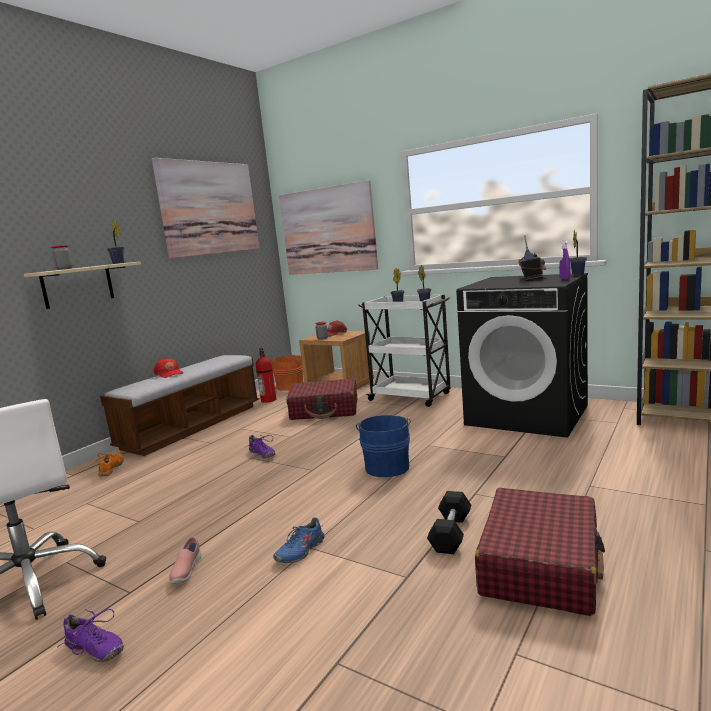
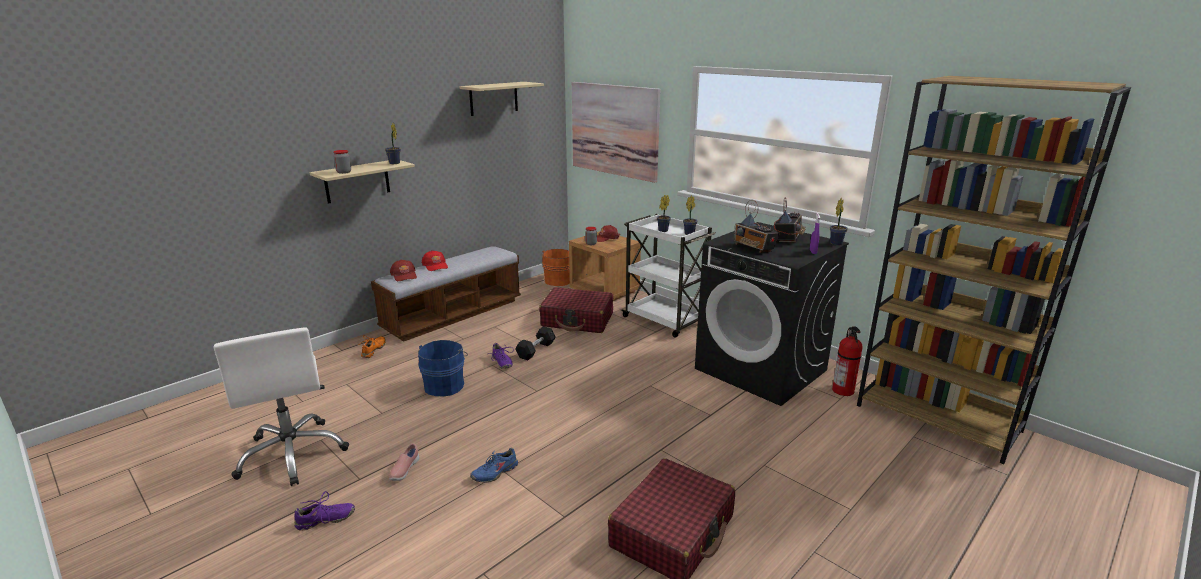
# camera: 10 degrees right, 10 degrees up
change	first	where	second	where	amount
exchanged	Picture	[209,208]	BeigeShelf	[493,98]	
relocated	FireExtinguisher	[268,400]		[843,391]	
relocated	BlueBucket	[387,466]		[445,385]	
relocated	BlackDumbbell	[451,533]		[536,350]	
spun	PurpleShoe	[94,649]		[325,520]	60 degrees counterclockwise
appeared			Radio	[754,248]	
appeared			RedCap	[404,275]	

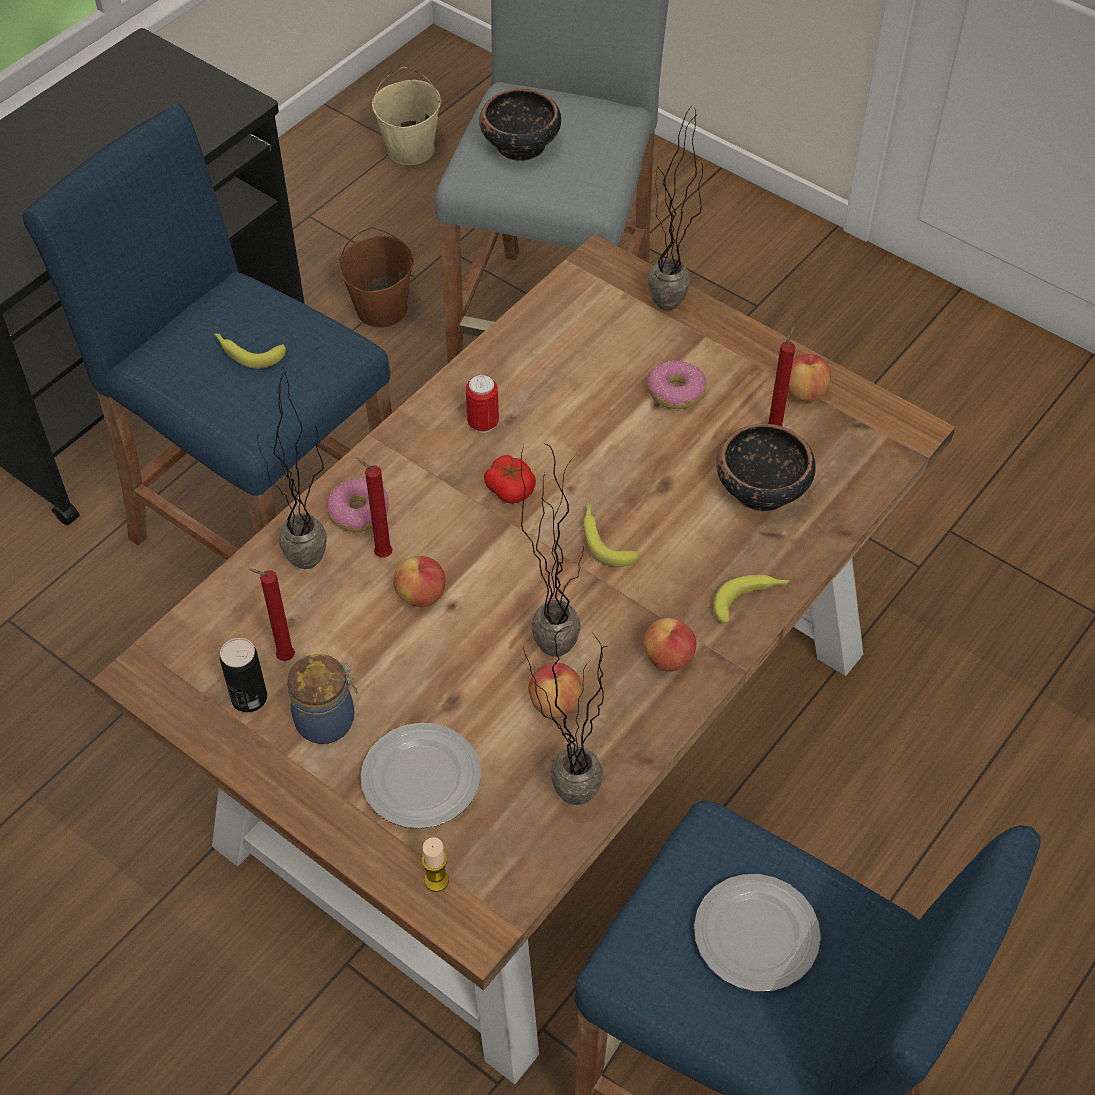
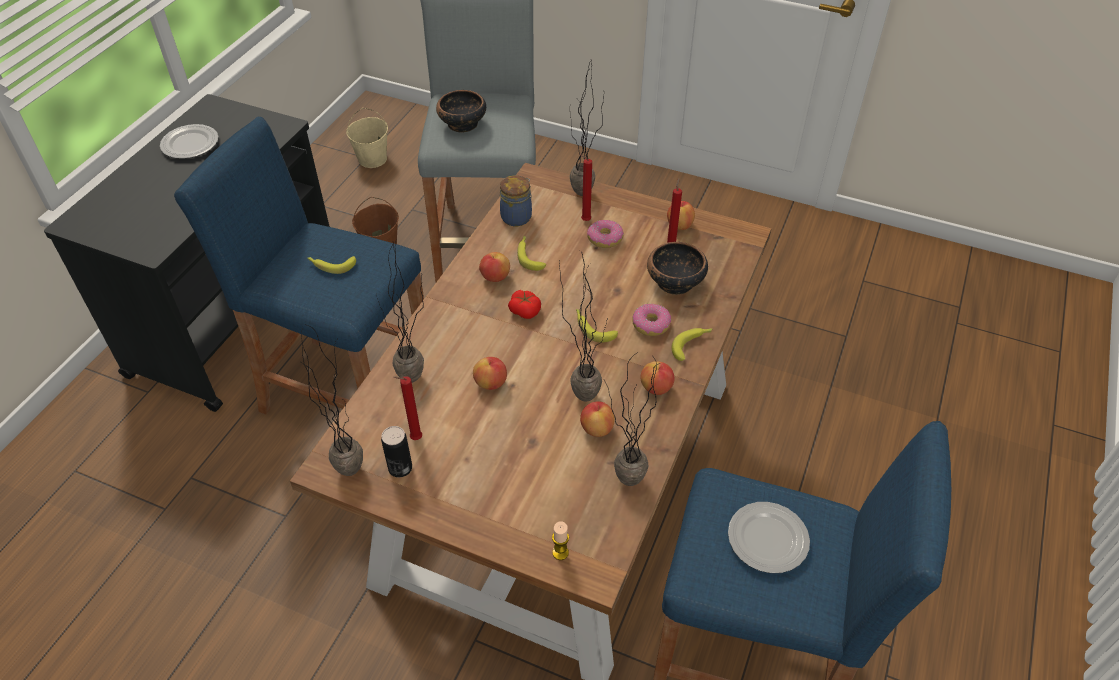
# camera: 15 degrees left, 5 degrees down
change	first	where	second	where	amount
exchanged	Can	[483,423]	Apple	[495,277]	
relocated	RedCandle	[380,554]		[584,220]	
relocated	Donut	[358,513]		[651,325]	
relocated	Jar	[328,720]		[517,217]	
relocated	Plate	[421,777]		[190,144]	
appeared			Banana	[529,256]	
appeared			PottedPlant	[350,461]	

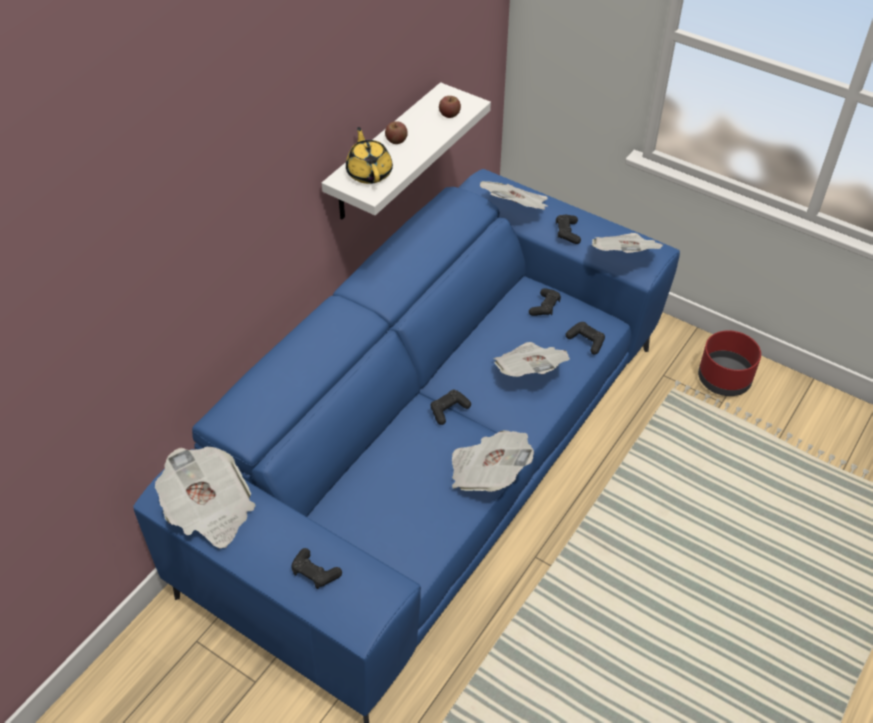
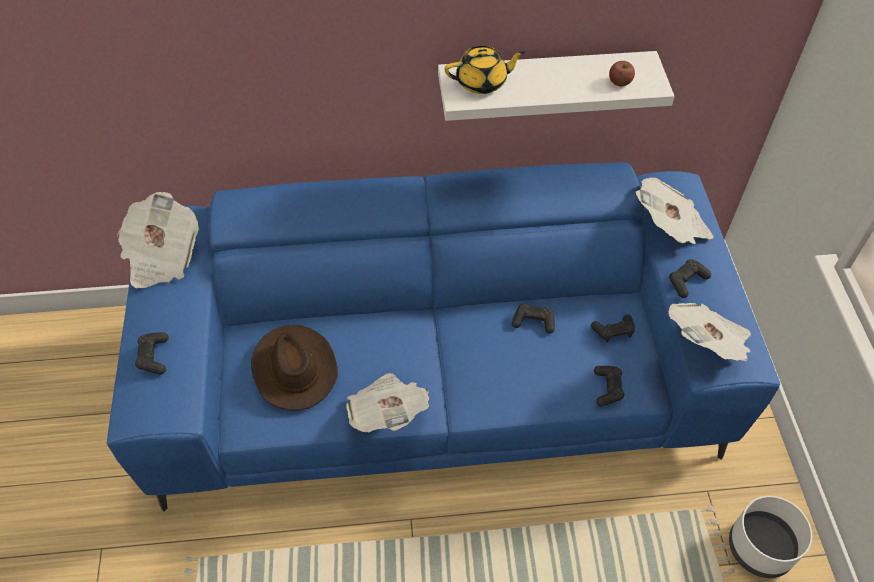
# camera: 50 degrees right, 5 degrees up
change	first	where	second	where	amount
missing	Apple	[396,140]			
spun	YellowTeapot	[369,172]		[482,82]	45 degrees clockwise
colour	RedPlanter	[724,379]	WhitePlanter	[760,548]	
missing	Newspaper	[529,372]			
relocated	BlackGameController	[449,410]		[533,322]	
appeared			BrownHat	[294,369]	

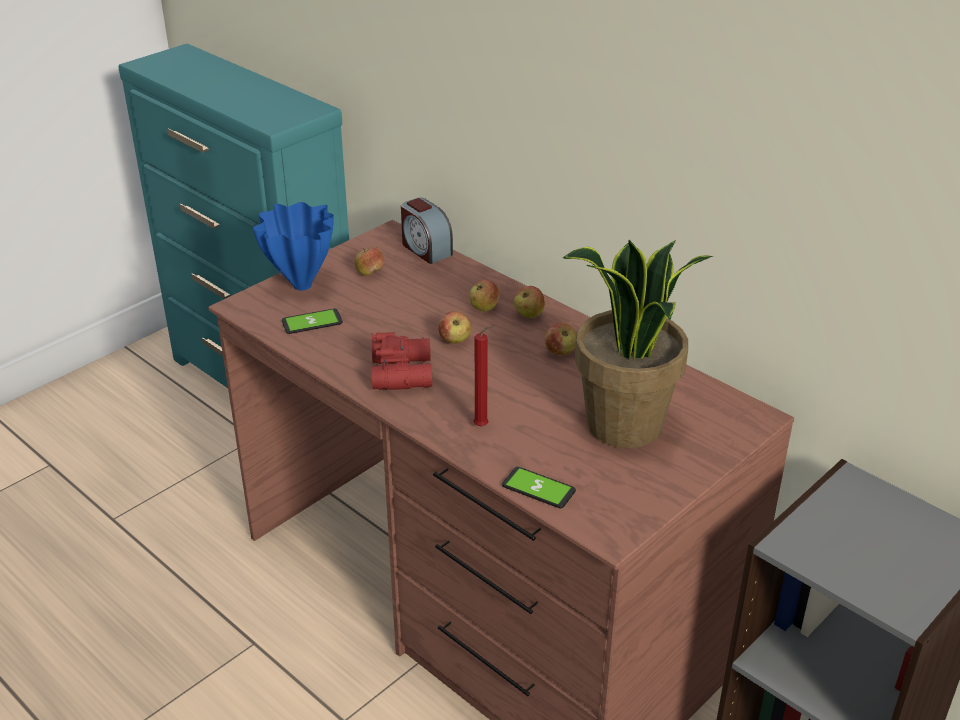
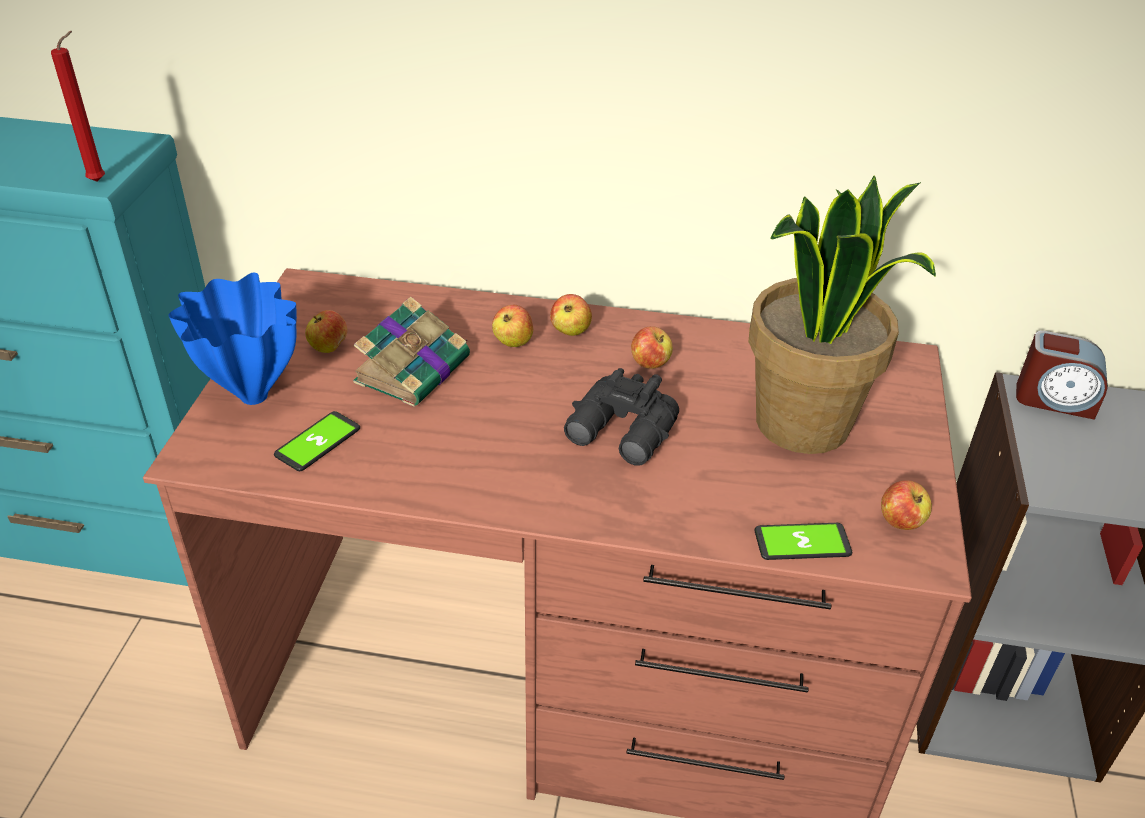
# camera: 35 degrees left, 5 degrees up
change	first	where	second	where	amount
relocated	AlarmClock	[425,249]		[1054,399]	
relocated	Apple	[454,340]		[901,521]	
relocated	RedCandle	[483,426]		[100,180]	
missing	RedBinoculars	[403,372]			
appeared			Book	[414,368]	
appeared			BlackBinoculars	[622,434]	

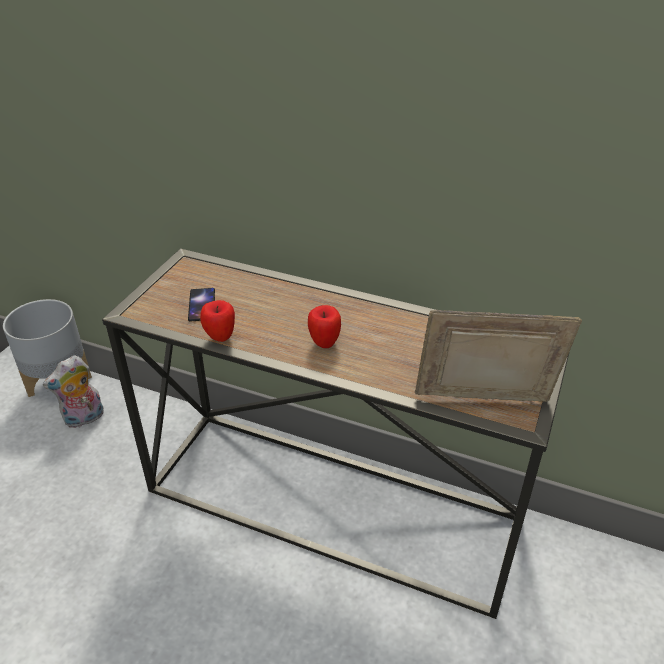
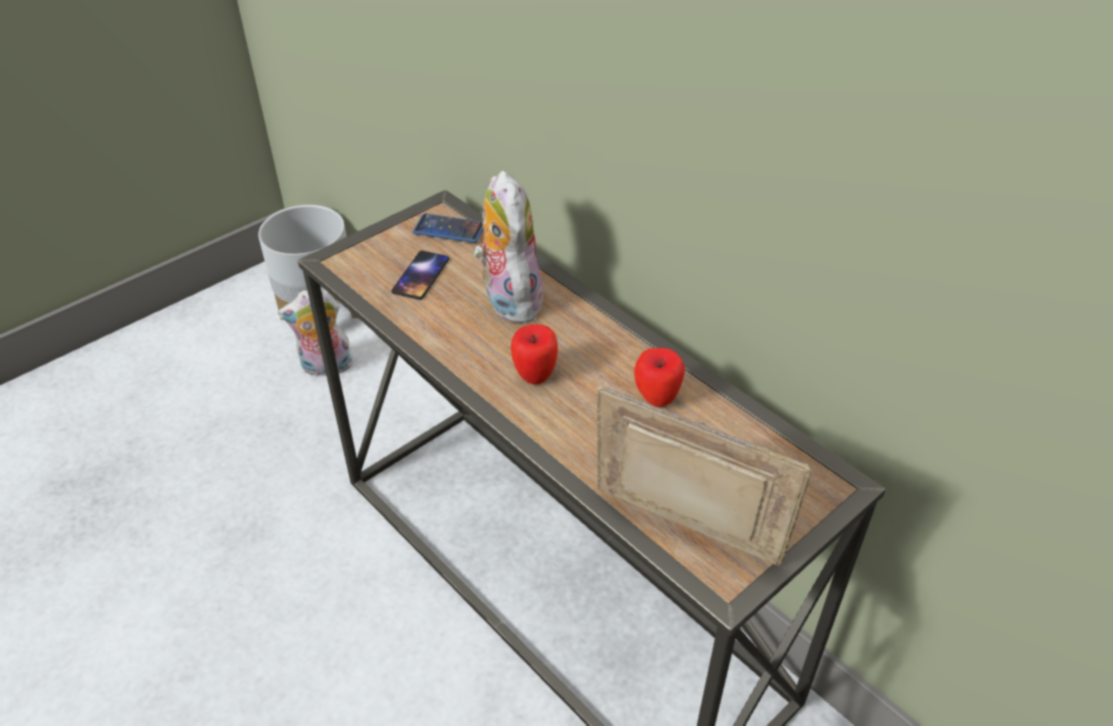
# camera: 25 degrees right, 5 degrees up
change	first	where	second	where	amount
relocated	Apple	[220,338]		[656,399]	
appeared			PlushToy	[508,299]	
appeared			Phone	[449,229]	

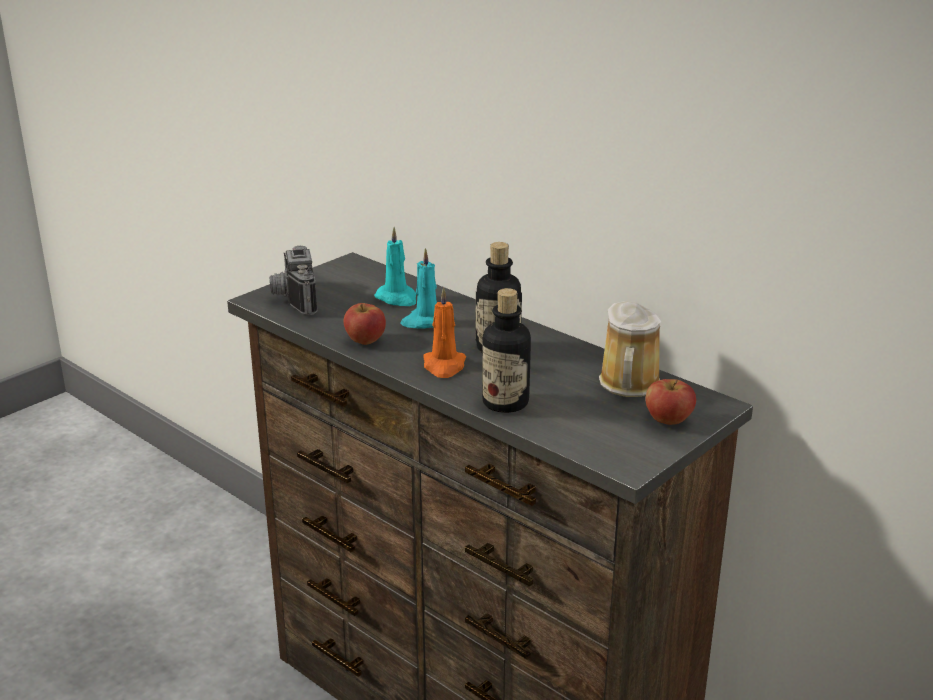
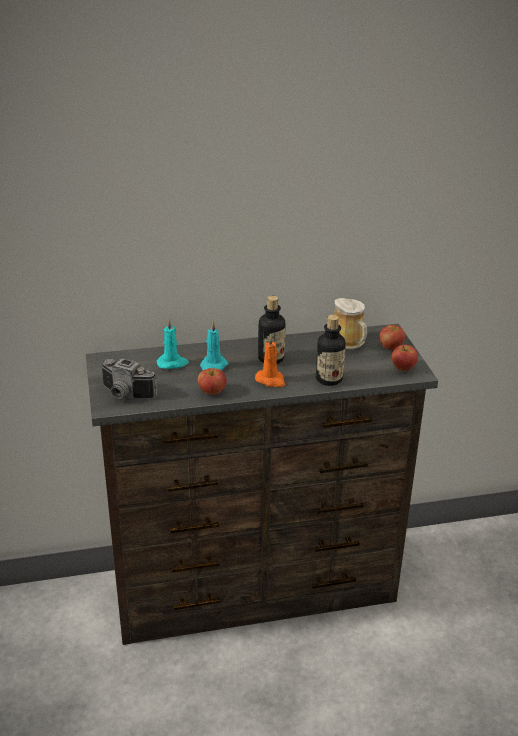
# camera: 55 degrees left, 5 degrees up
change	first	where	second	where	amount
appeared			Apple	[403,368]	

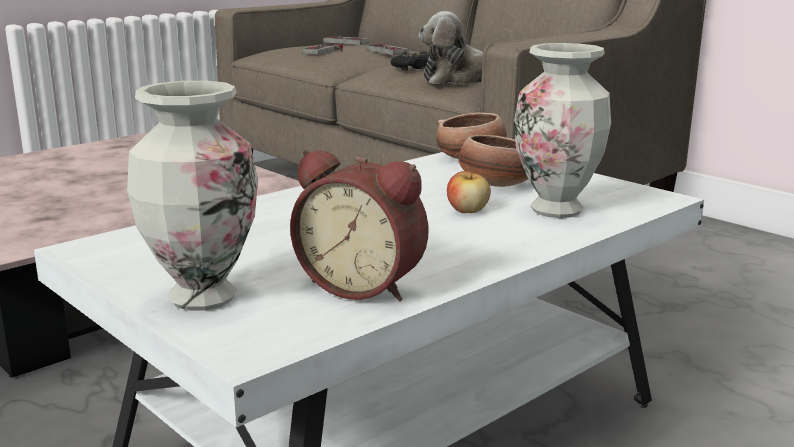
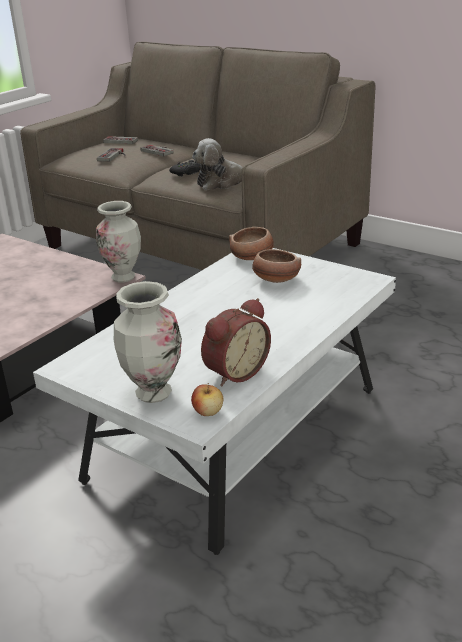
# camera: 10 degrees left, 10 degrees up
change	first	where	second	where	amount
relocated	Vase	[557,210]		[123,277]	
spun	AlarmClock	[364,286]		[234,372]	60 degrees counterclockwise
relocated	Apple	[468,211]		[208,412]	

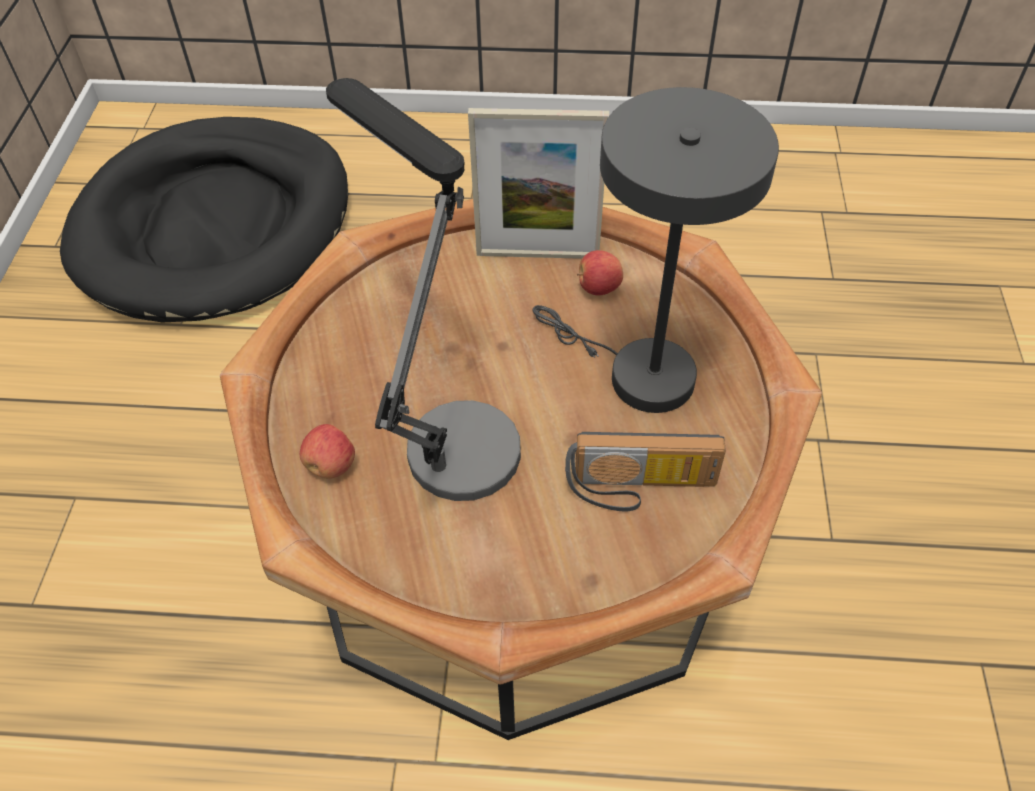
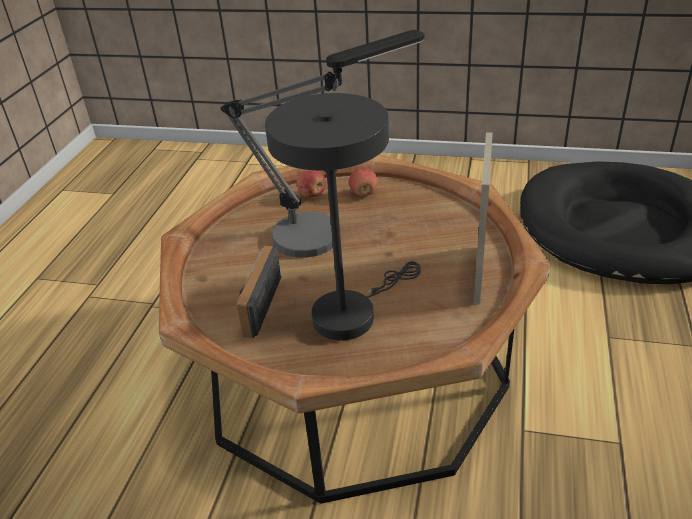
# camera: 100 degrees right, 15 degrees down
change	first	where	second	where	amount
relocated	Apple	[598,287]		[363,193]	

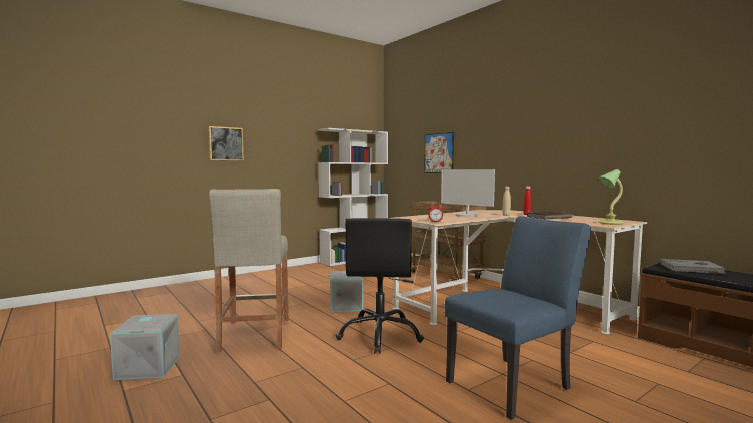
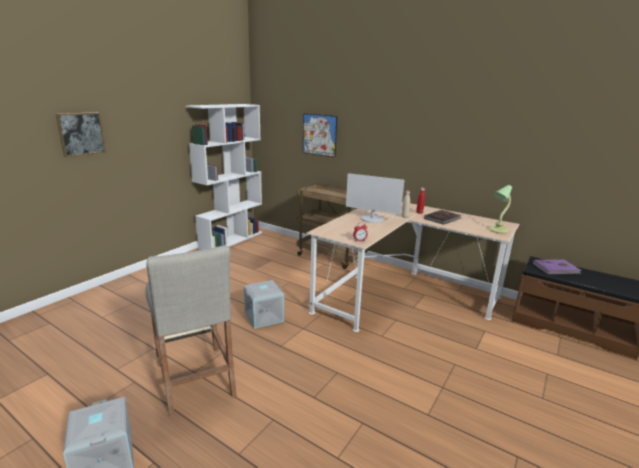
# camera: 20 degrees left, 15 degrees up
change	first	where	second	where	amount
missing	BlueChair	[514,383]			
missing	BlackOfficeChair	[380,335]			
colour	GreyBook	[692,269]	PurpleBook	[556,269]	

